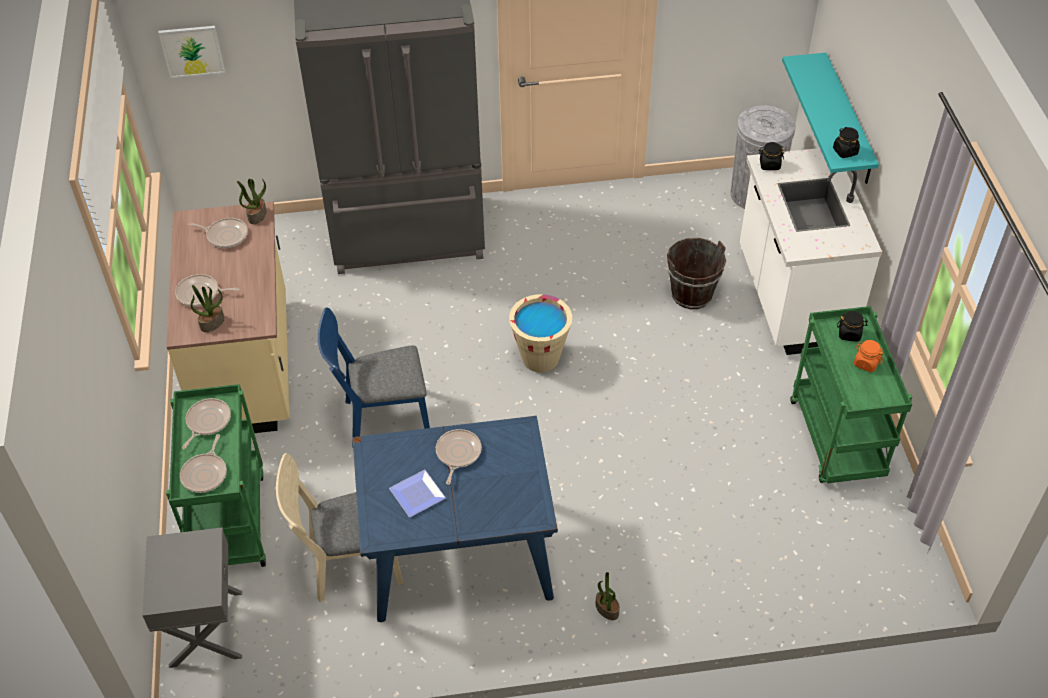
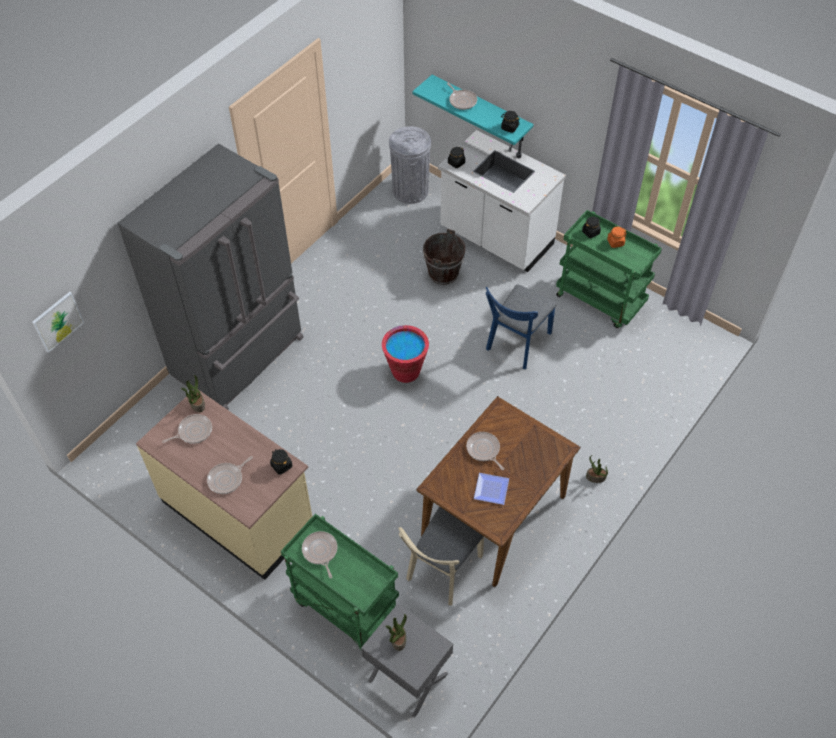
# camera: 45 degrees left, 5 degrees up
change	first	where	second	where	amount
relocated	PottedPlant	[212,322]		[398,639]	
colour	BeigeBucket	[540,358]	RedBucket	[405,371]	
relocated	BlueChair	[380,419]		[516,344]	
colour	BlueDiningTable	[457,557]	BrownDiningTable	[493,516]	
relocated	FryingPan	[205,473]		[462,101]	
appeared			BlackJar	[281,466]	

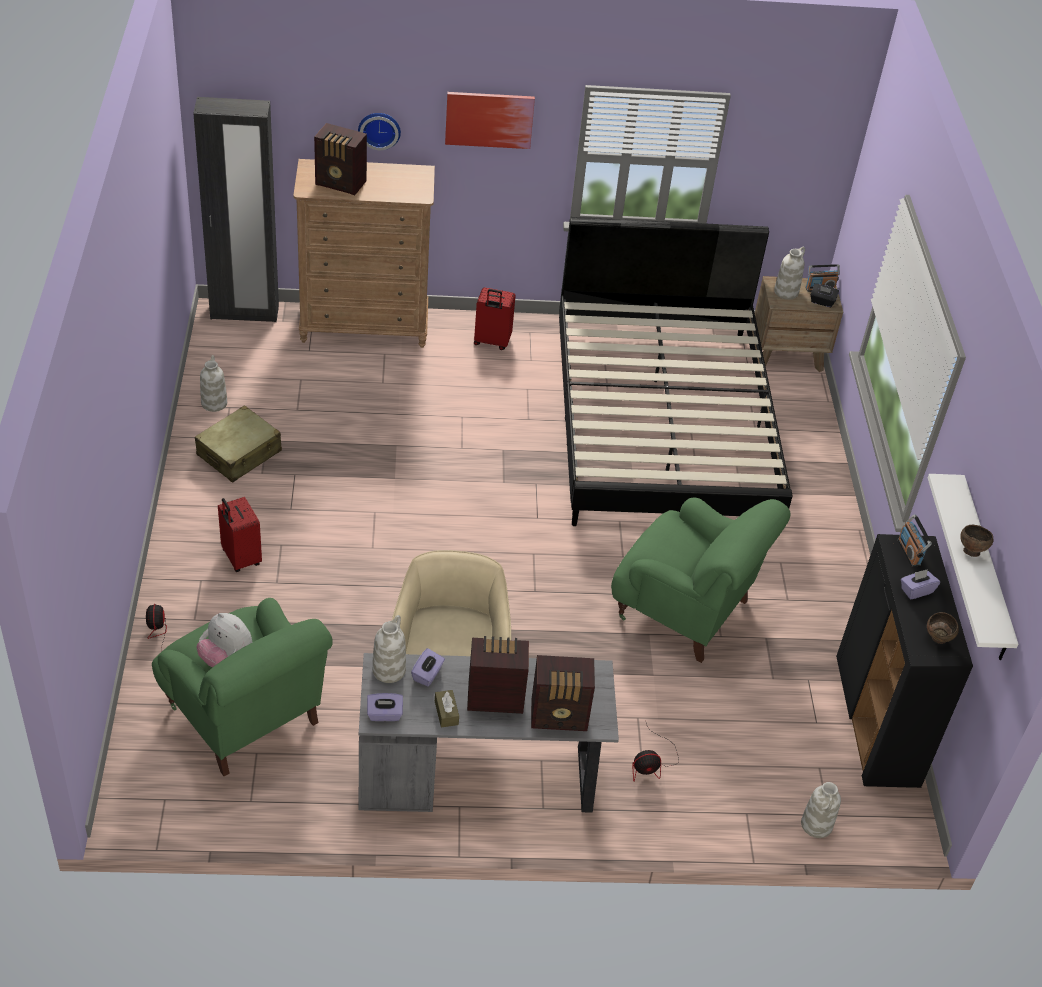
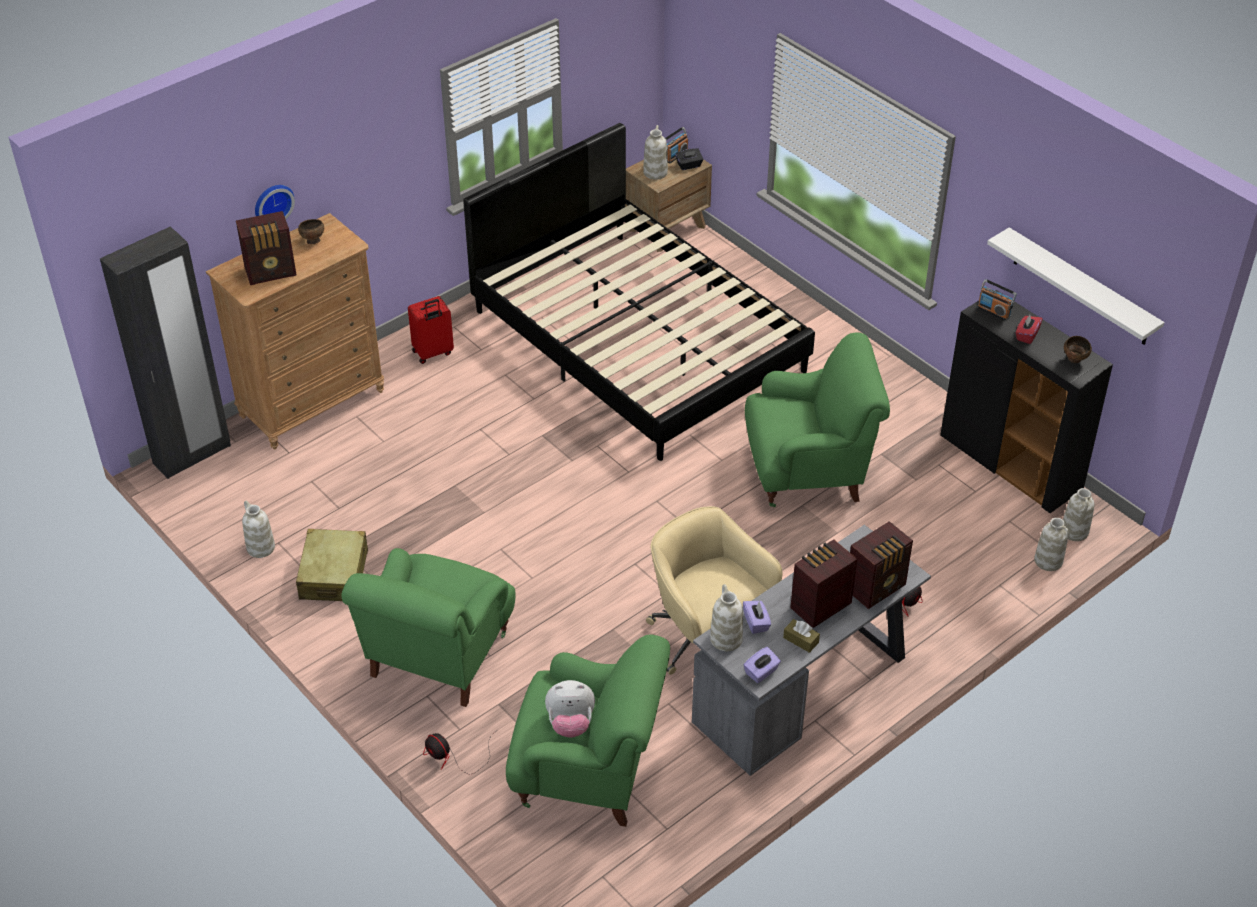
# camera: 35 degrees left, 0 degrees up
change	first	where	second	where	amount
missing	Picture	[489,119]			
exchanged	RedSuitcase	[240,558]	GreenArmchair	[438,657]	
relocated	BrownBowl	[970,551]		[312,241]	
colour	PurpleTissueBox	[916,590]	RedTissueBox	[1026,335]	
appeared			WhiteVase	[1075,531]	

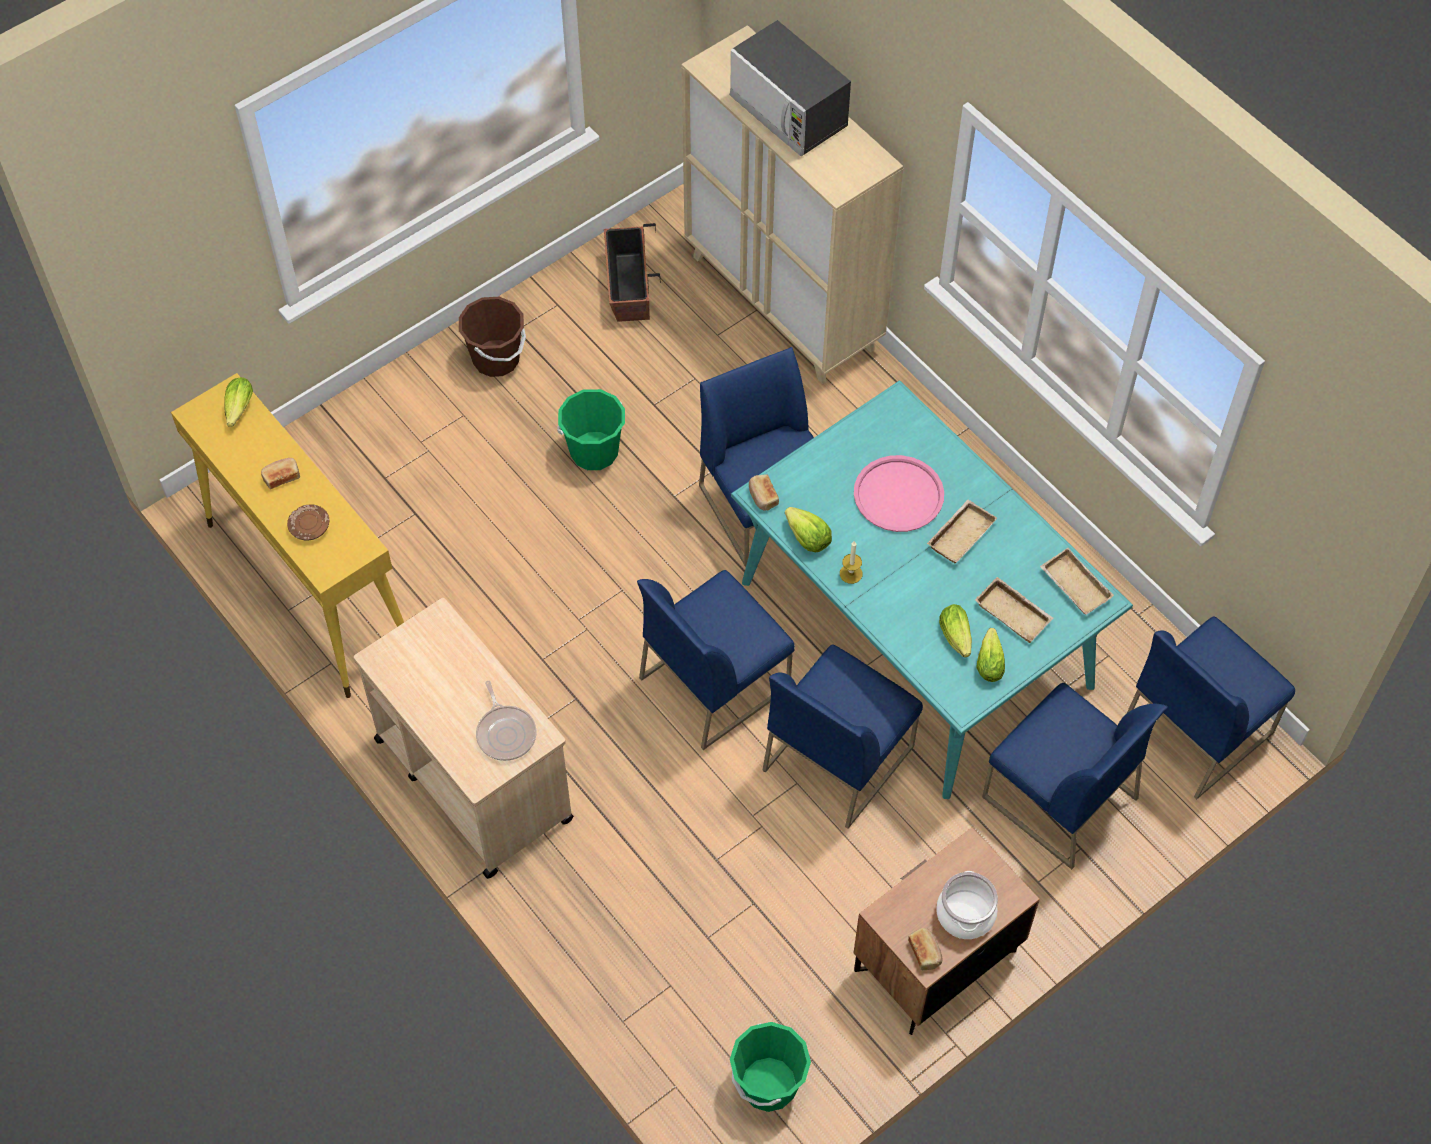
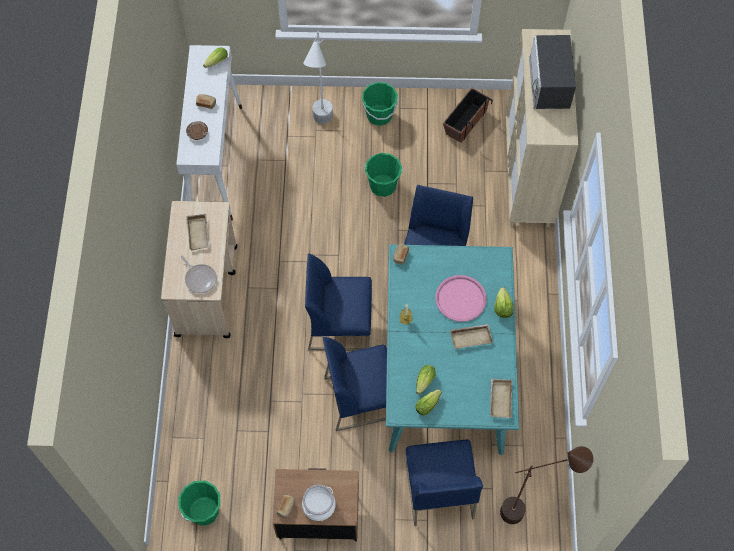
# camera: 40 degrees right, 5 degrees up
change	first	where	second	where	amount
colour	BrownBucket	[496,359]	GreenBucket	[379,115]	
colour	YellowConsoleTable	[309,587]	WhiteConsoleTable	[216,161]	
relocated	Lettuce	[807,538]		[502,307]	
relocated	BeigeTray	[1015,613]		[199,234]	
exchanged	BlueChair	[1196,728]	BrownFloorLamp	[531,509]	
spun	FryingPan	[506,732]		[200,278]	60 degrees counterclockwise
appeared			WhiteFloorLamp	[321,129]	

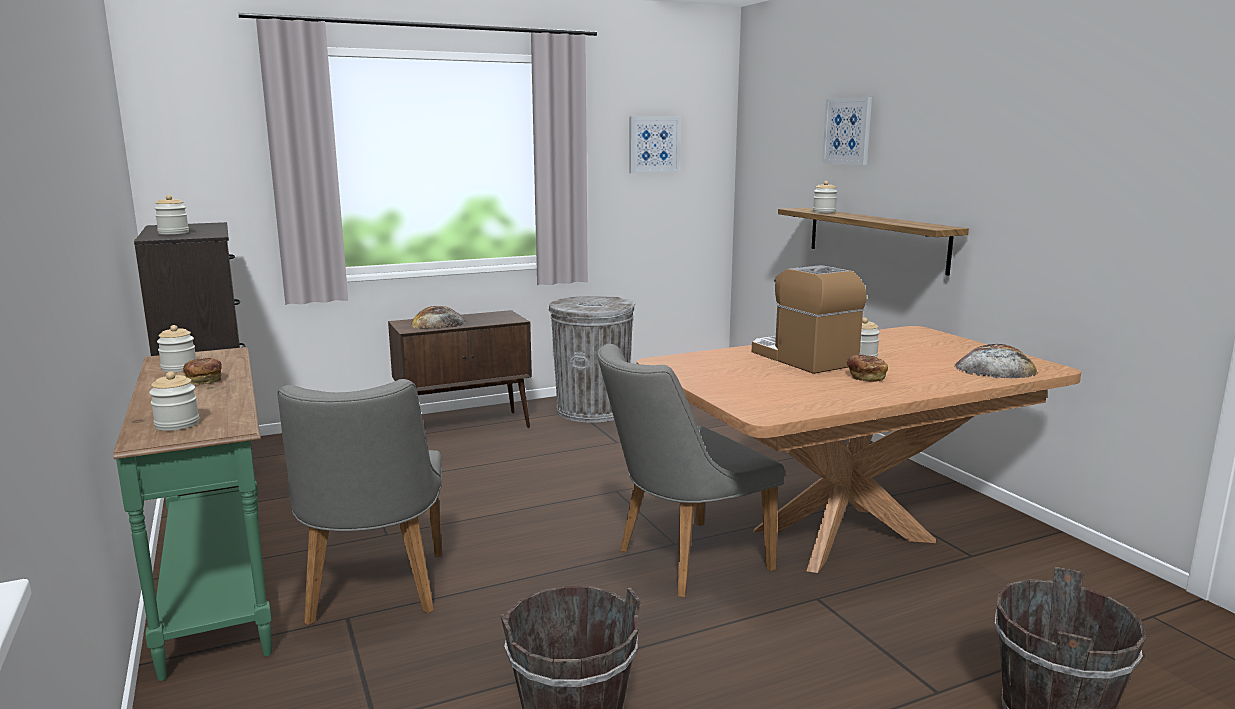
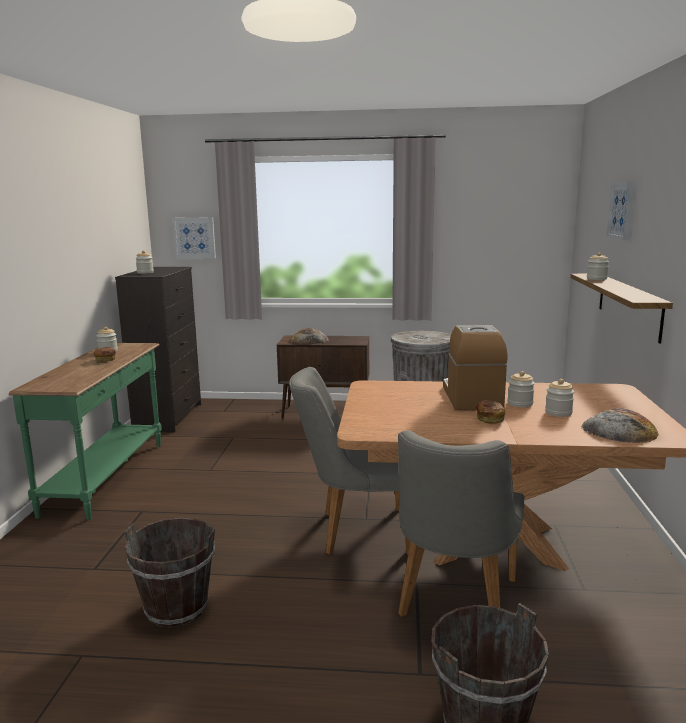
# camera: 30 degrees right, 0 degrees up
change	first	where	second	where	amount
relocated	Picture	[653,144]		[194,238]	
relocated	Jar	[177,424]		[558,413]	
relocated	GreyChair	[372,595]		[453,603]	

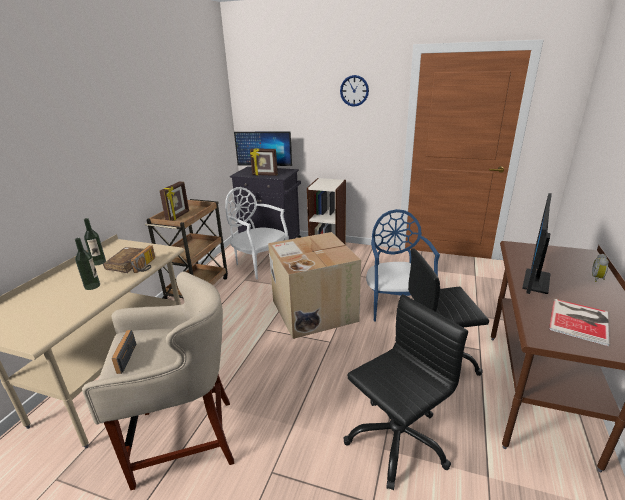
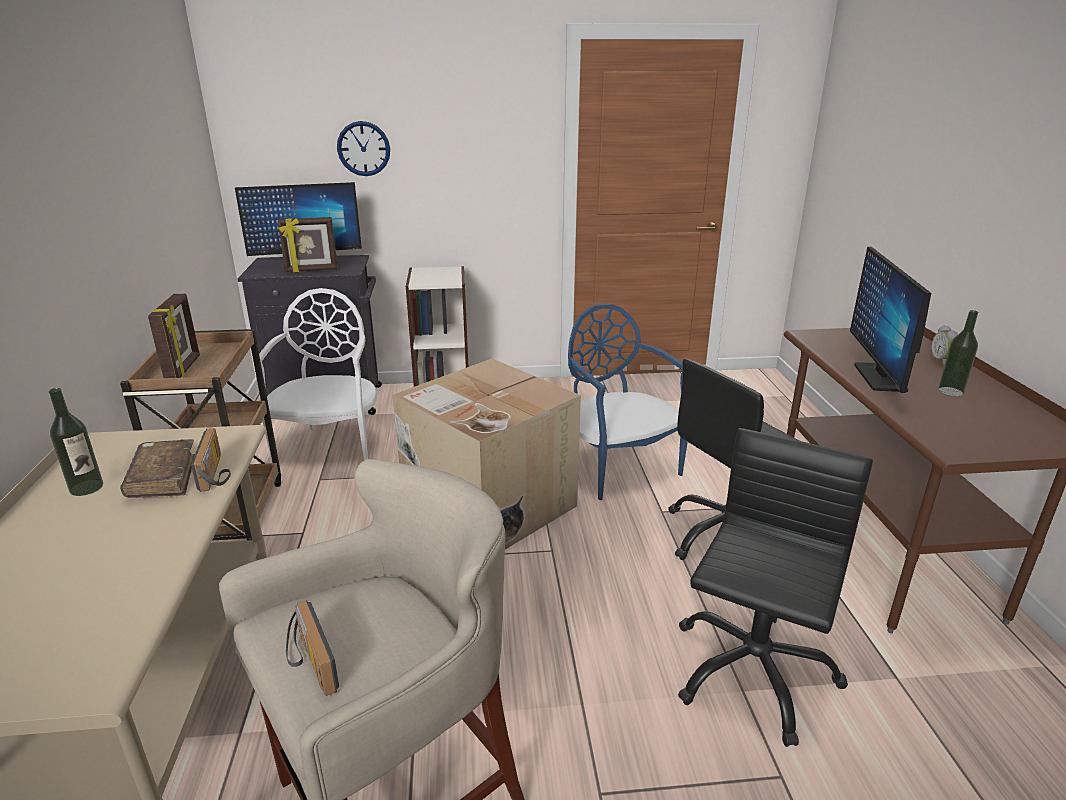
# camera: 25 degrees left, 0 degrees up
change	first	where	second	where	amount
relocated	WallClock	[354,90]		[363,148]	
spun	WhiteChair	[259,264]		[330,445]	75 degrees clockwise
relocated	Bottle	[92,286]		[950,391]	
missing	Book	[580,320]			

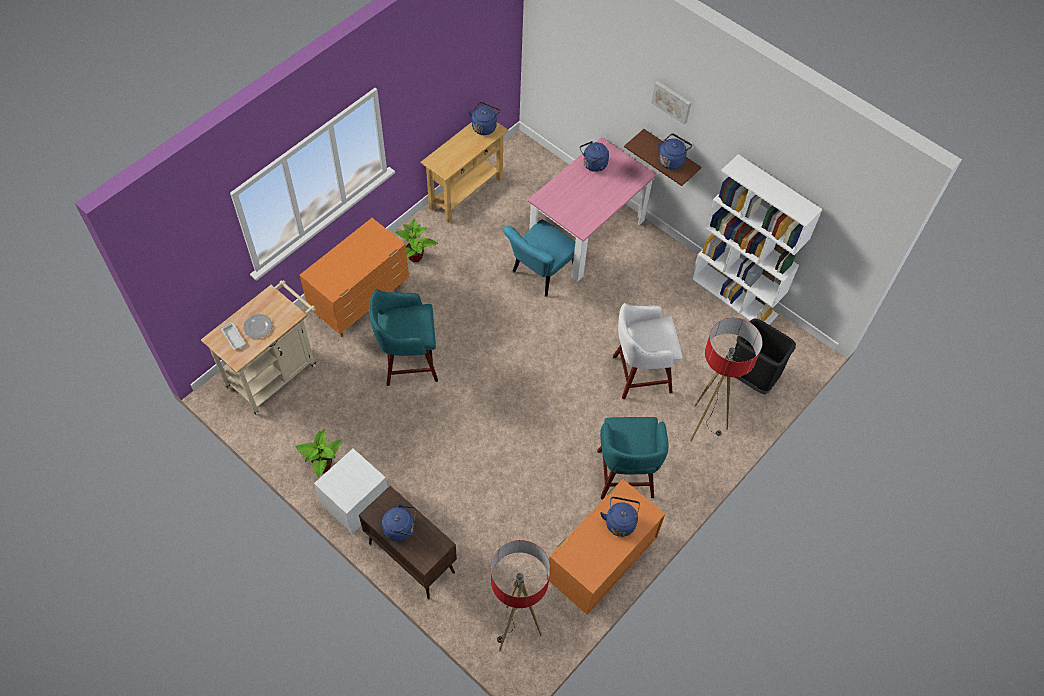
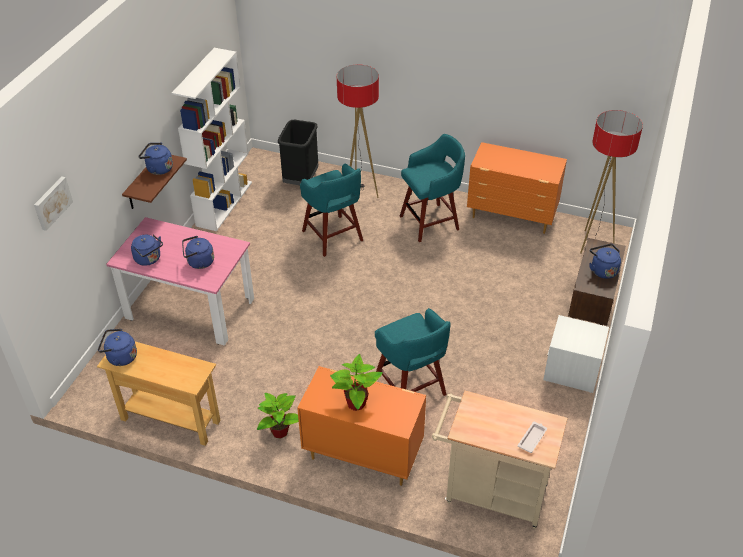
# camera: 110 degrees left, 15 degrees down
change	first	where	second	where	amount
relocated	Picture	[672,101]		[52,202]	
missing	TurquoiseChair	[539,274]			
colour	WhiteStool	[639,374]	TurquoiseStool	[333,237]	
missing	Plate	[258,327]			
relocated	PottedPlant	[323,465]		[355,404]	
relocated	BlueKettle	[620,521]		[199,262]	

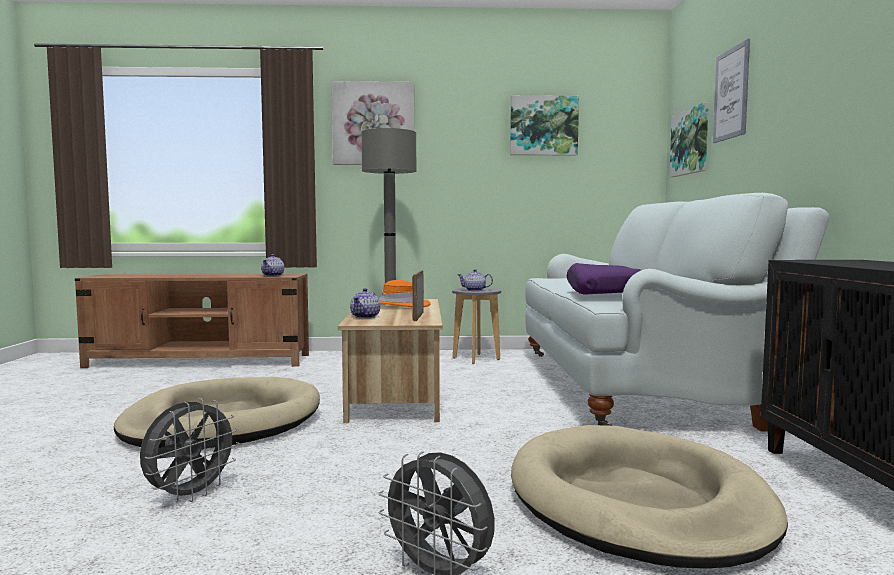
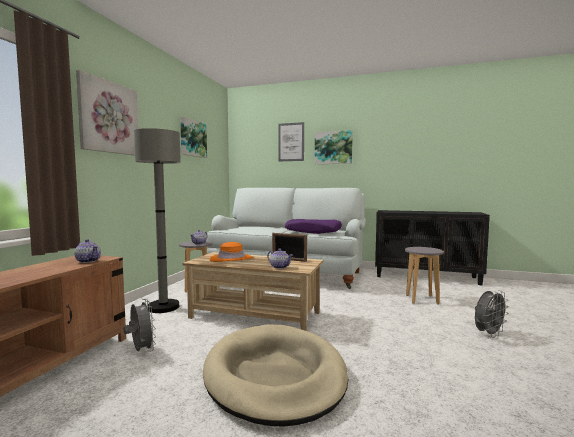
# camera: 70 degrees left, 0 degrees up
change	first	where	second	where	amount
relocated	Picture	[690,142]		[333,147]	
relocated	GreyFan	[190,495]		[141,351]	
exchanged	BeigeDogBed	[637,502]	GreyStool	[422,299]	

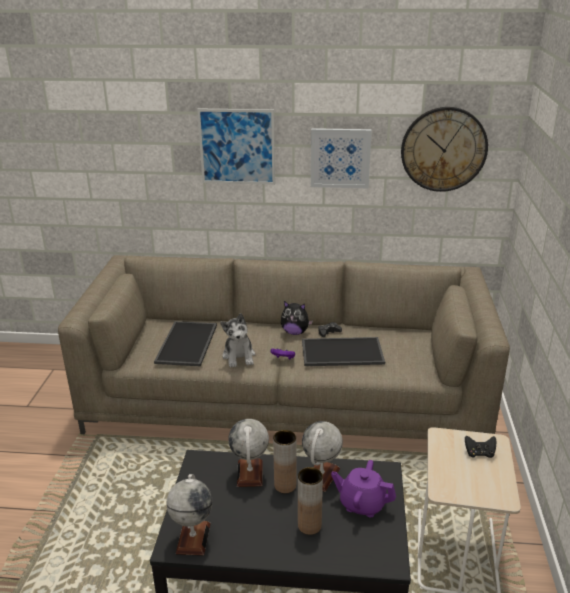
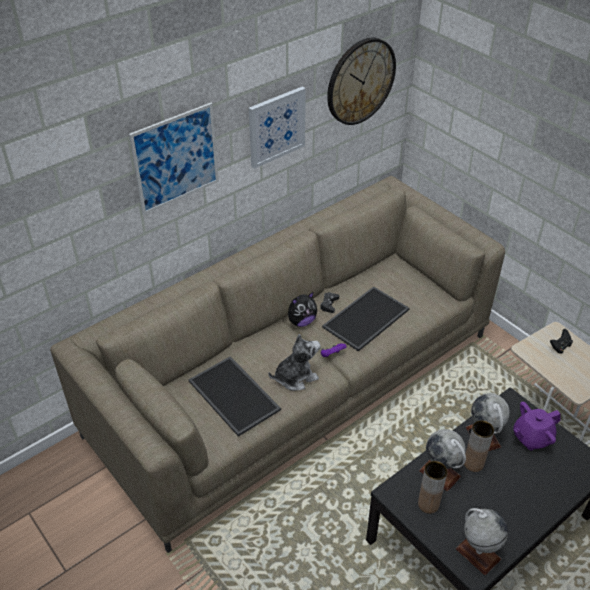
# camera: 45 degrees left, 15 degrees up
change	first	where	second	where	amount
spun	PlushToy	[239,356]		[295,377]	60 degrees counterclockwise
relocated	BrownVase	[309,525]		[428,504]	

